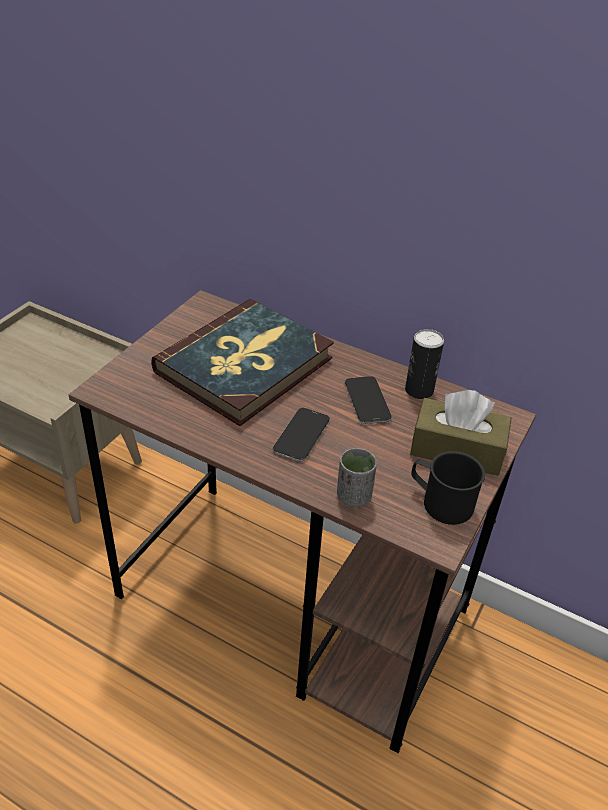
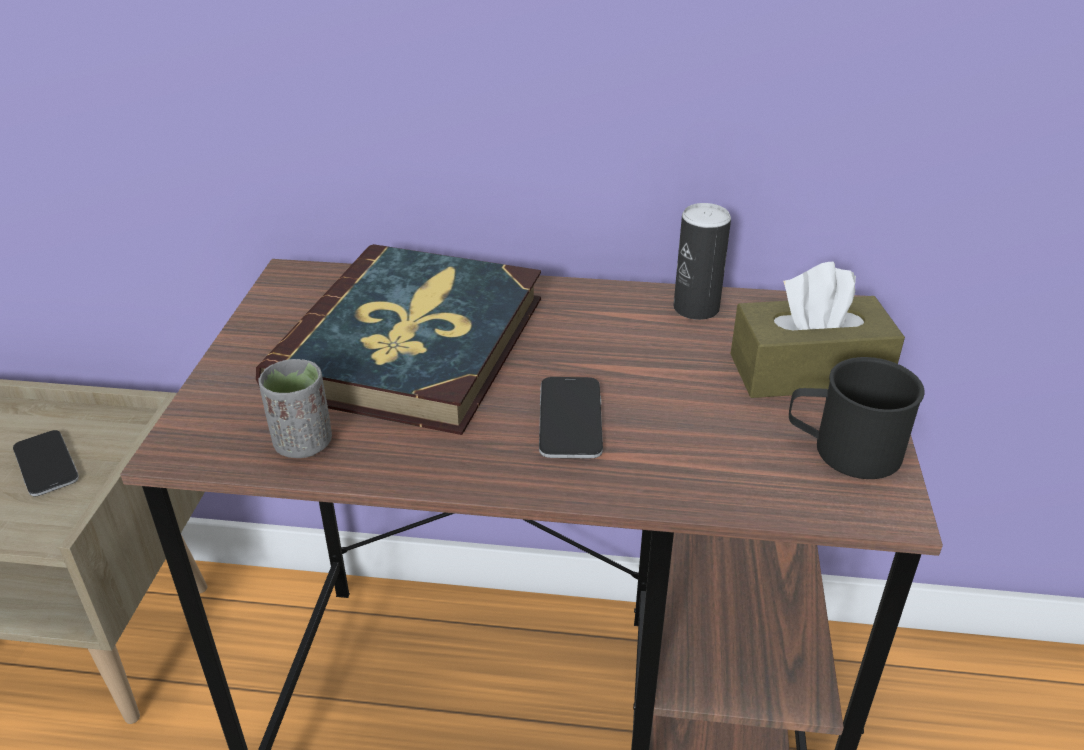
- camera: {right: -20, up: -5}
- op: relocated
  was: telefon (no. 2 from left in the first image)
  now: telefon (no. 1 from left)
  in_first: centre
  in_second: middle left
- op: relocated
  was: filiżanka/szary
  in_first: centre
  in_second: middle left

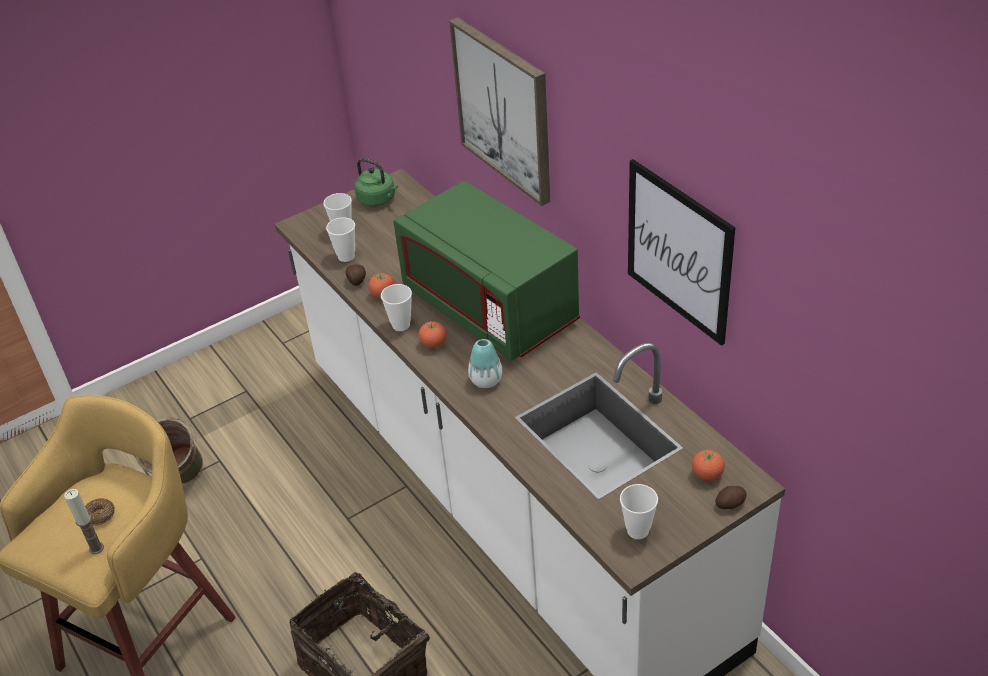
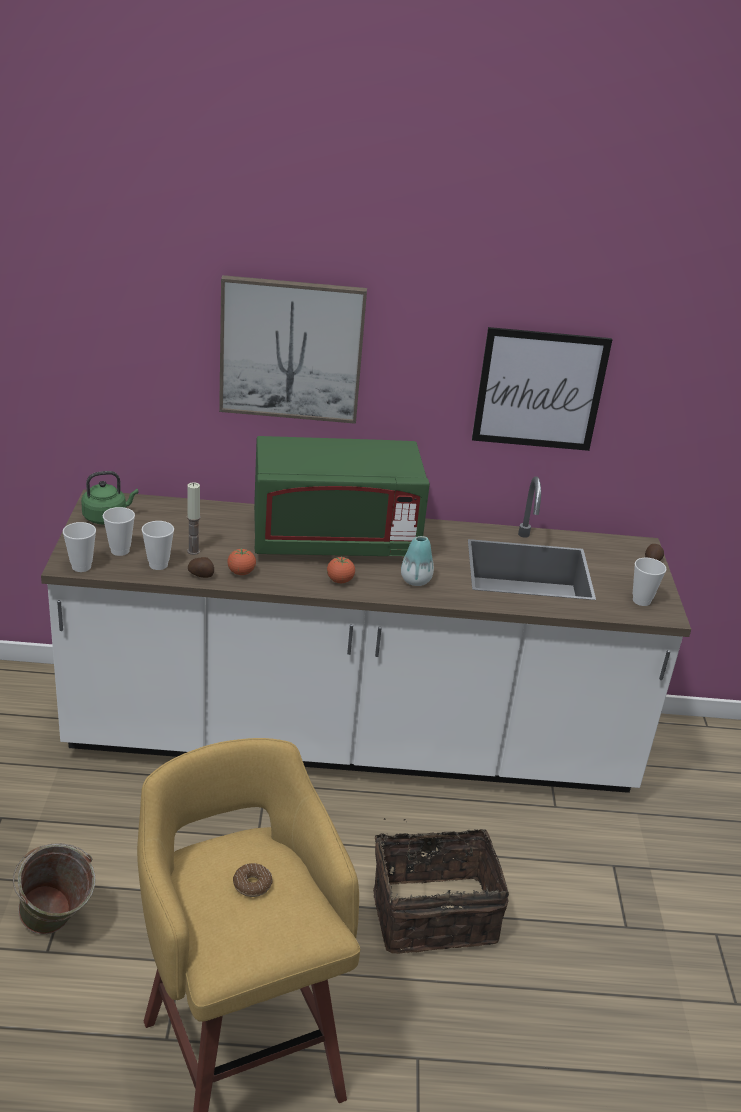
- camera: {right: -60, up: -10}
- op: relocated
  was: filiżanka (no. 3 from left in the first image)
  now: filiżanka (no. 1 from left)
  in_first: centre
  in_second: middle left
- op: relocated
  was: świeca
  in_first: bottom left
  in_second: middle left
- op: missing
  was: pomidor (no. 3 from left)
  in_first: bottom right

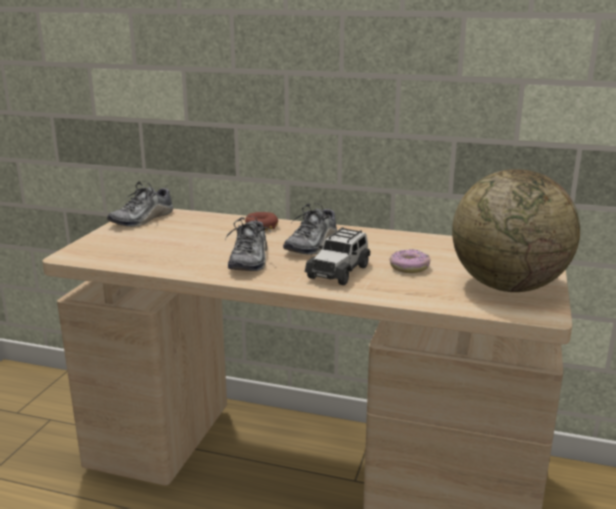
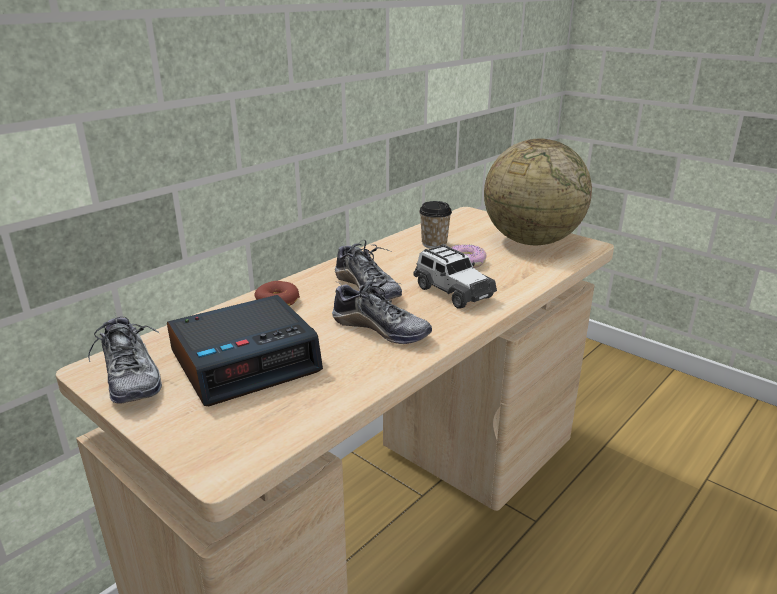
- camera: {right: -65, up: 5}
- op: appeared
  now: budzik
  in_second: middle left
- op: appeared
  now: filiżanka
  in_second: centre

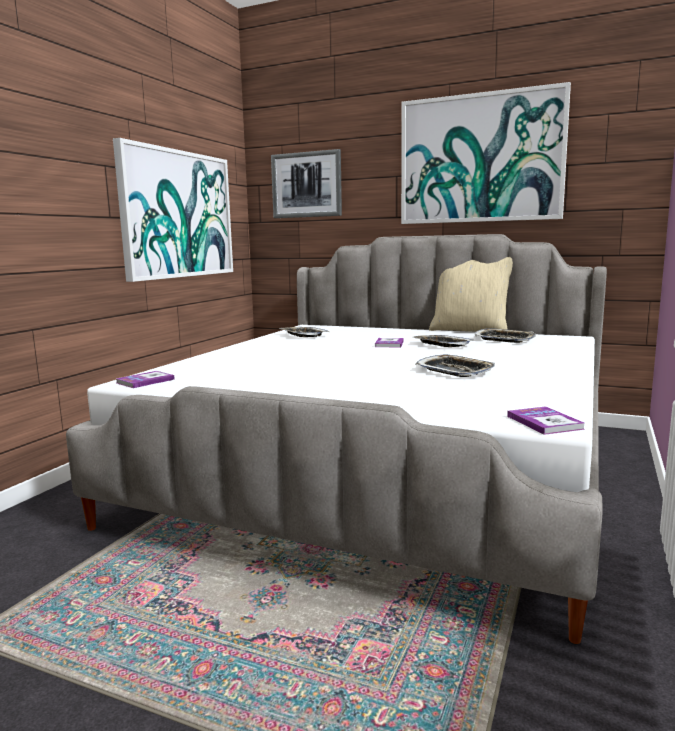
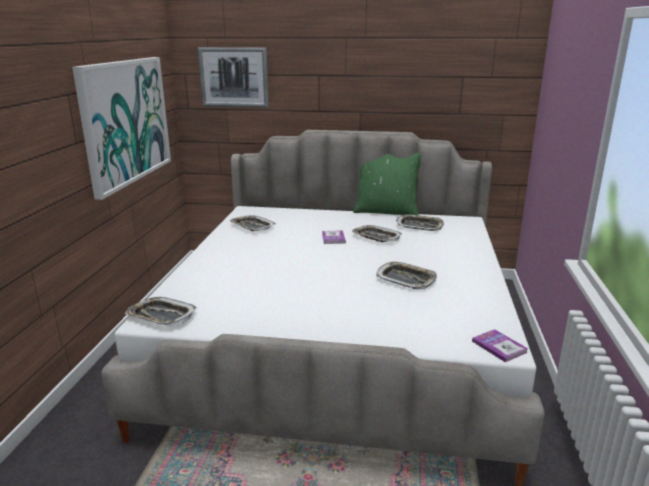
- camera: {right: -15, up: 10}
- op: exchanged
  was: książka (no. 1 from left)
  now: taca (no. 1 from left)
  in_first: middle left
  in_second: middle left
- op: colour
  was: poduszka/beżowy
  now: poduszka/zielony
  in_first: middle right
  in_second: centre
- op: missing
  was: obraz (no. 3 from left)
  in_first: top right

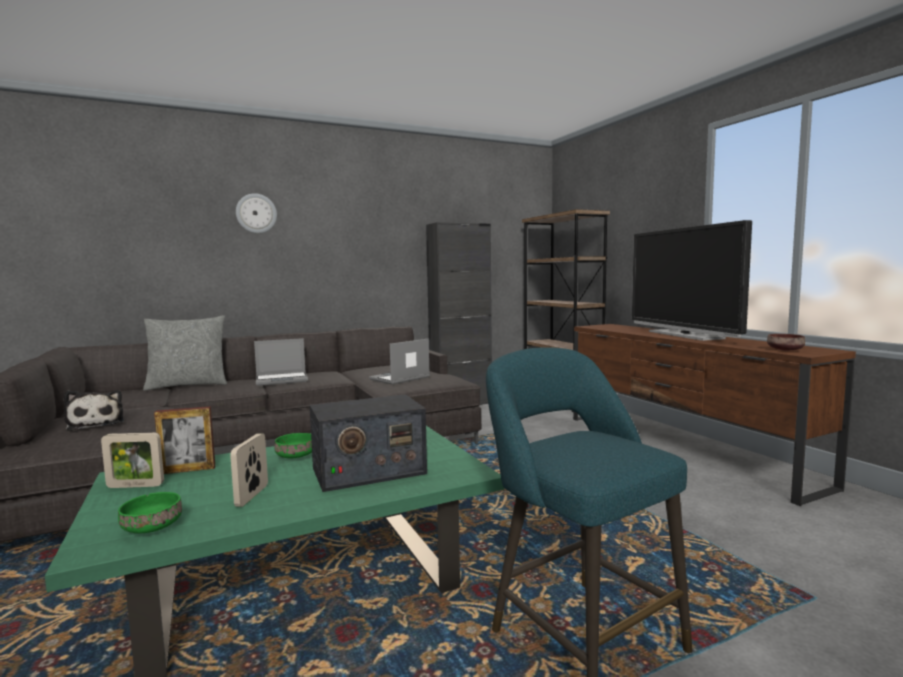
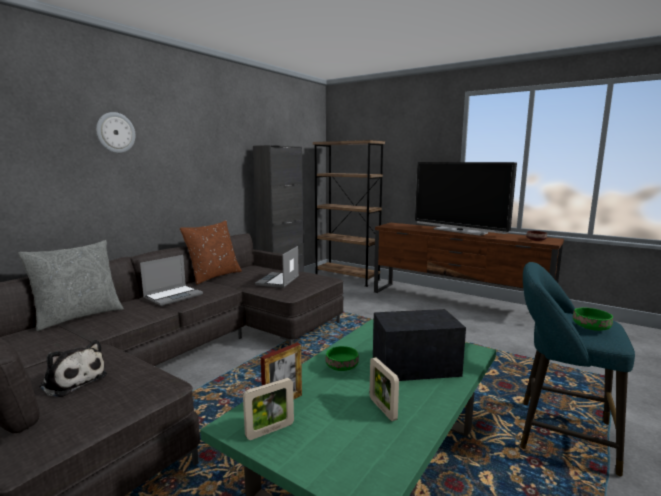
- camera: {right: -30, up: 5}
- op: appeared
  now: poduszka/brązowy
  in_second: middle left
- op: spun
  was: radio
  in_first: centre
  in_second: bottom centre
  clockwise: -135
- op: relocated
  was: miska/zielony (no. 1 from left in the first image)
  now: miska/zielony (no. 2 from left)
  in_first: bottom left
  in_second: middle right

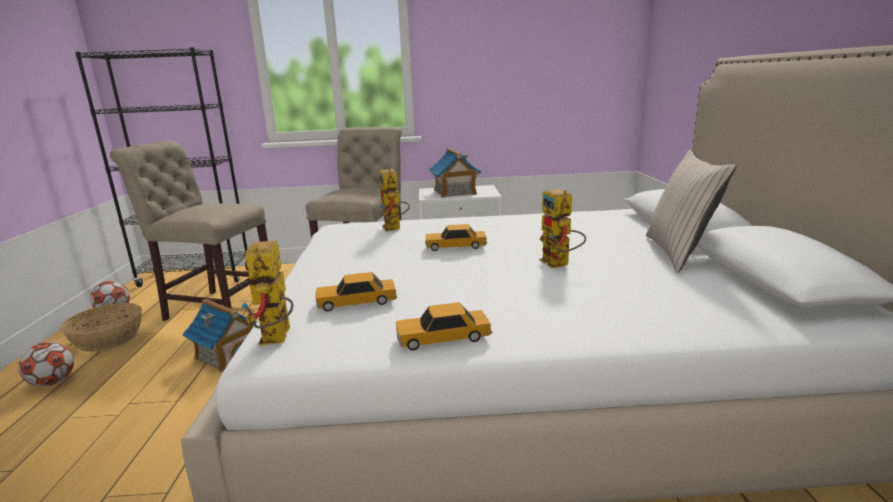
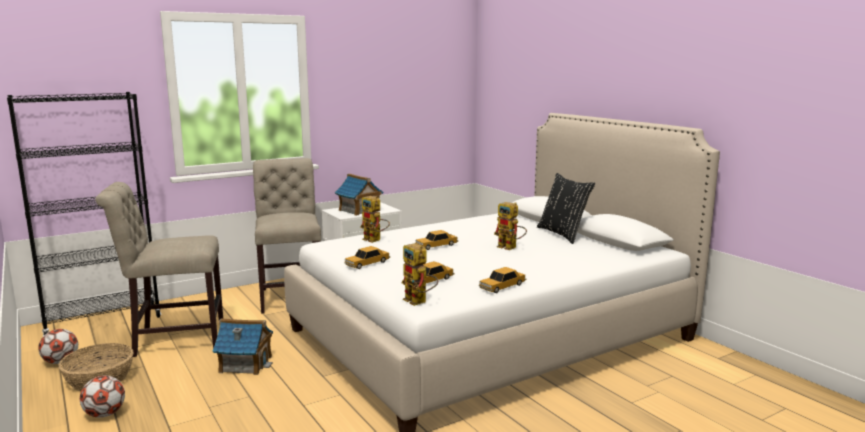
- camera: {right: -30, up: -5}
- op: appeared
  now: samochodzik (no. 1 from left)
  in_second: centre
- op: colour
  was: poduszka/beżowy
  now: poduszka/czarny
  in_first: middle right
  in_second: centre

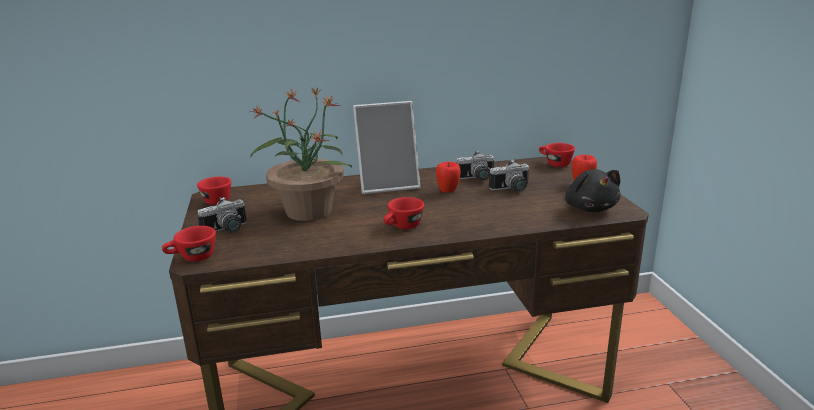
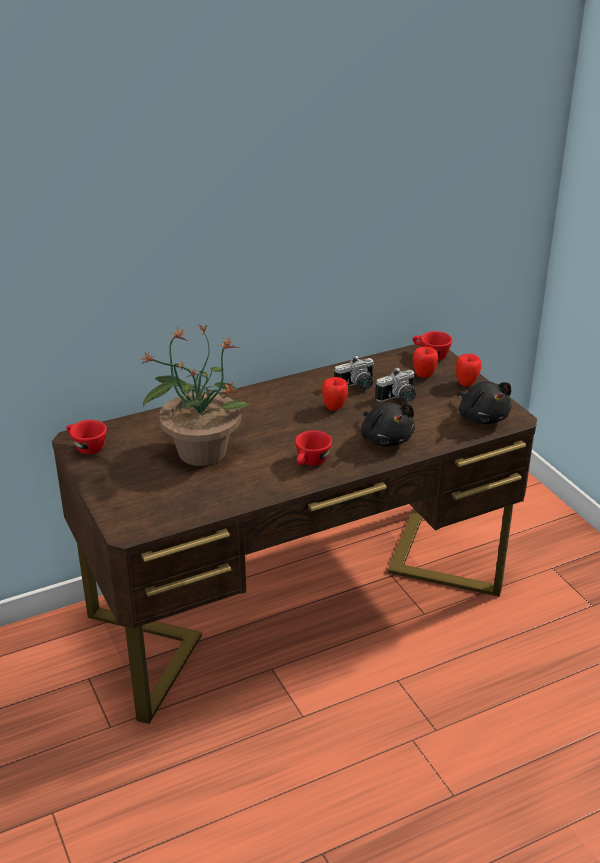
- camera: {right: -15, up: 10}
- op: appeared
  now: pluszak/czarny (no. 1 from left)
  in_second: centre
- op: appeared
  now: jabłko (no. 2 from left)
  in_second: middle right
- op: missing
  was: filiżanka/czerwony (no. 1 from left)
  in_first: middle left
- op: missing
  was: aparat fotograficzny (no. 1 from left)
  in_first: middle left
- op: missing
  was: ramka na zdjęcie
  in_first: centre

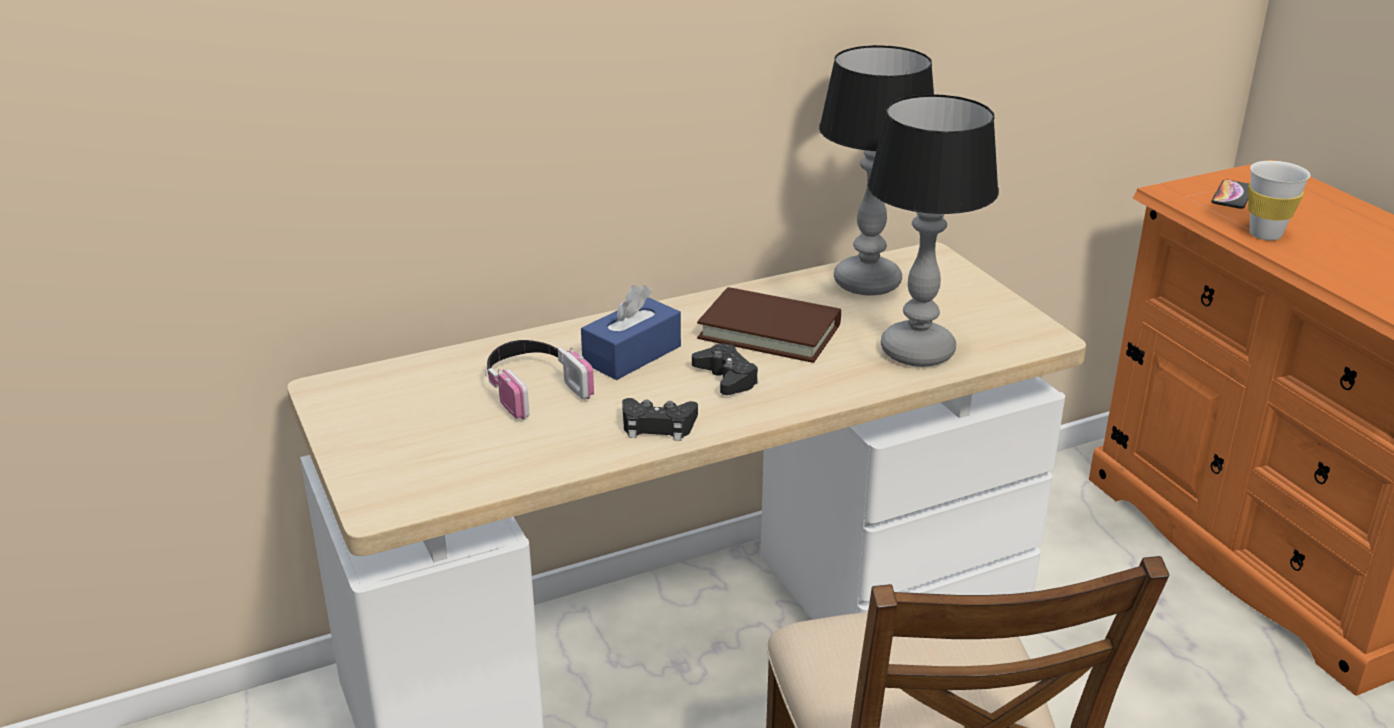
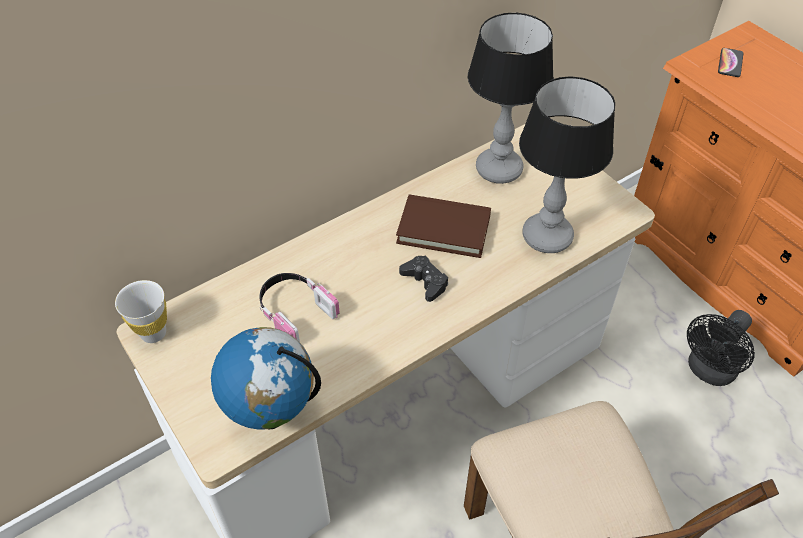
- camera: {right: -10, up: 20}
- op: relocated
  was: filiżanka/biały
  in_first: top right
  in_second: middle left
- op: appeared
  now: globus
  in_second: bottom left
- op: appeared
  now: wentylator/czarny
  in_second: middle right
- op: missing
  was: pudełko chusteczek/niebieski
  in_first: centre
- op: missing
  was: pad do gier/czarny (no. 1 from left)
  in_first: centre

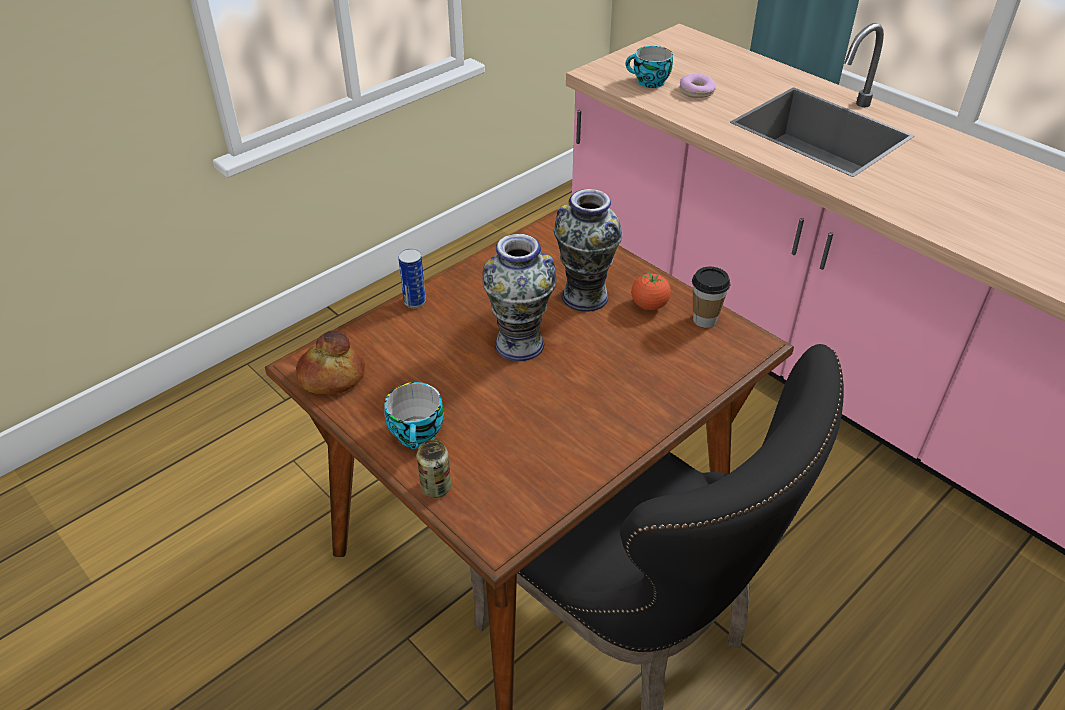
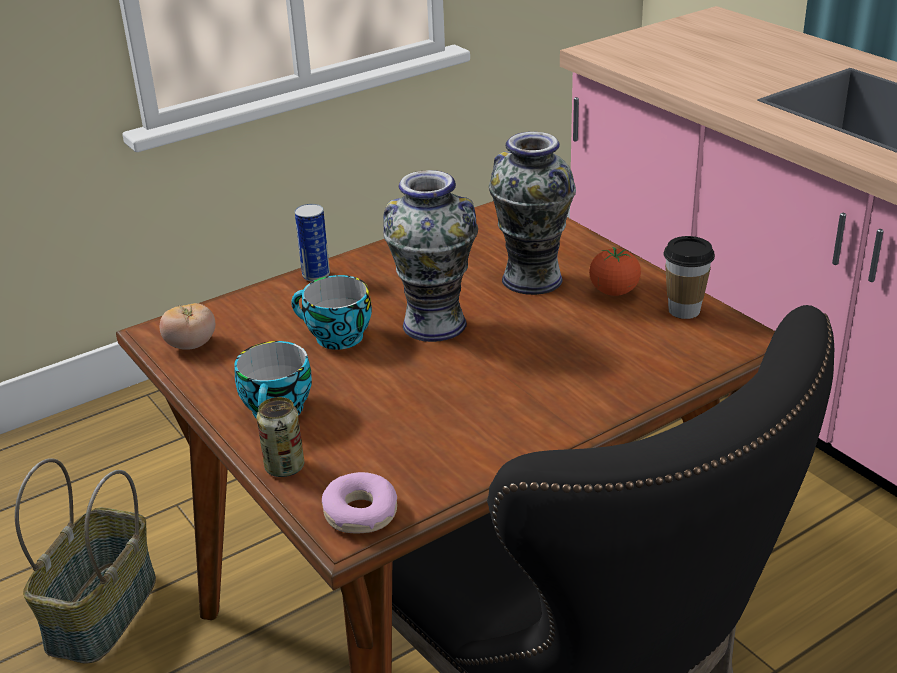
- camera: {right: 10, up: -10}
- op: appeared
  now: koszyk
  in_second: bottom left
- op: exchanged
  was: chleb
  now: pomidor (no. 1 from left)
  in_first: middle left
  in_second: middle left
- op: relocated
  was: filiżanka (no. 2 from left)
  in_first: top centre
  in_second: centre
- op: relocated
  was: donut
  in_first: top centre
  in_second: bottom centre

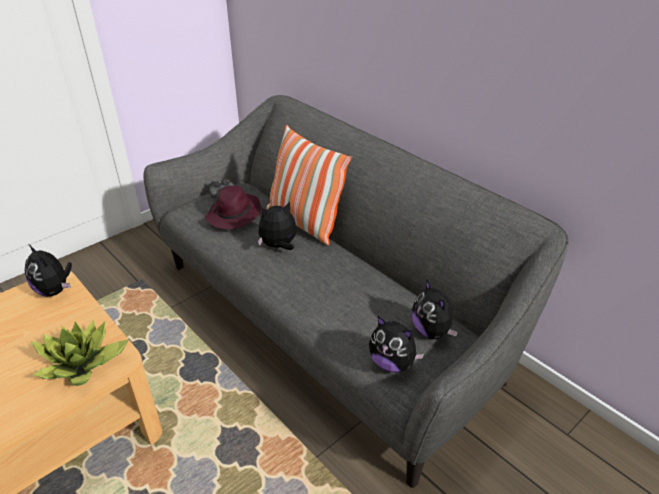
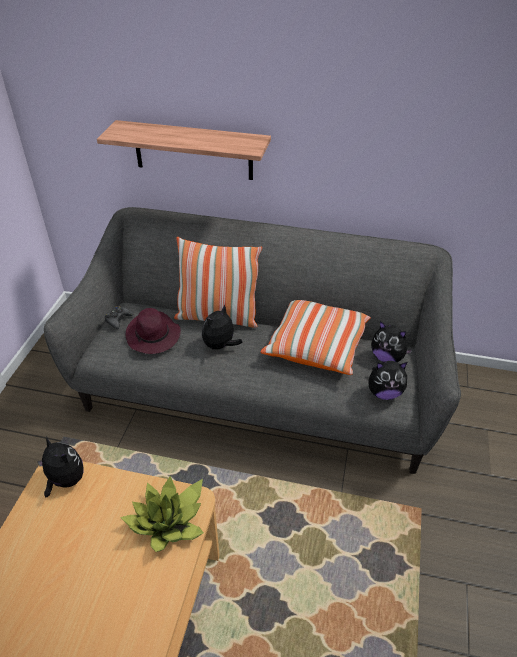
- camera: {right: -35, up: 5}
- op: spun
  was: pluszak (no. 1 from left)
  in_first: middle left
  in_second: bottom left
  clockwise: -150
- op: appeared
  now: półka
  in_second: top centre
- op: appeared
  now: poduszka (no. 2 from left)
  in_second: centre

